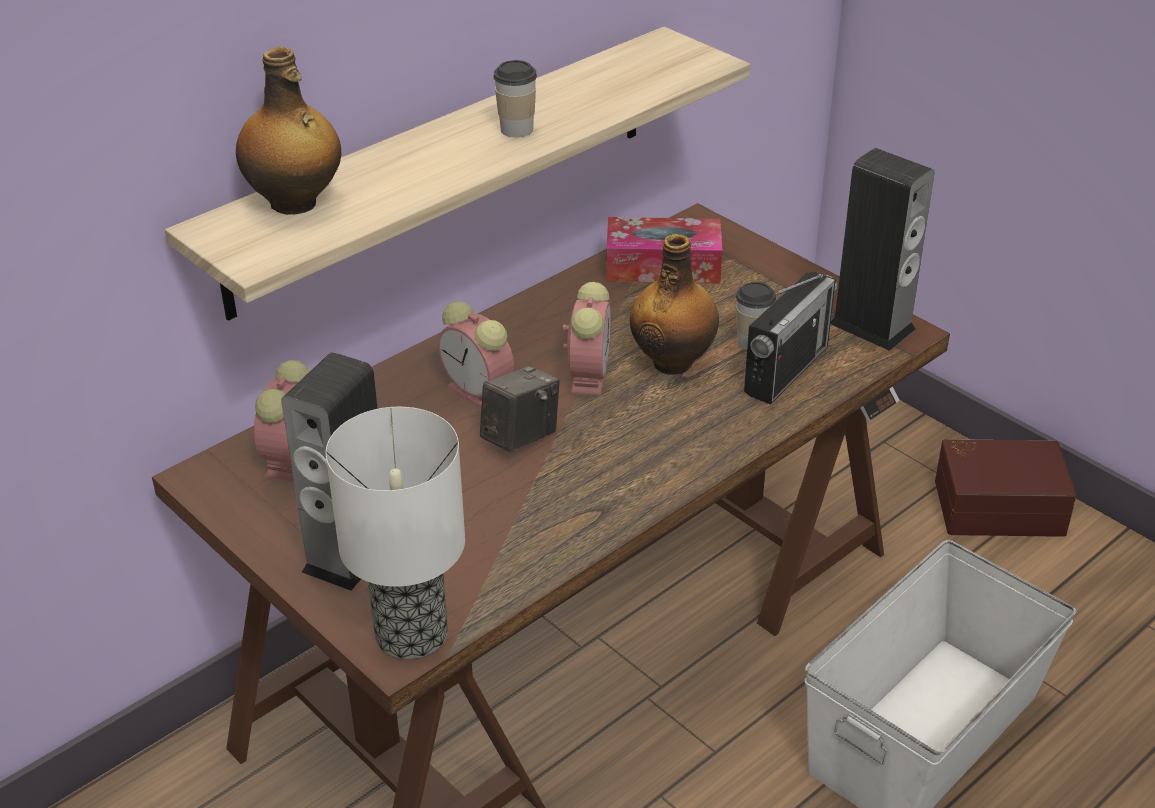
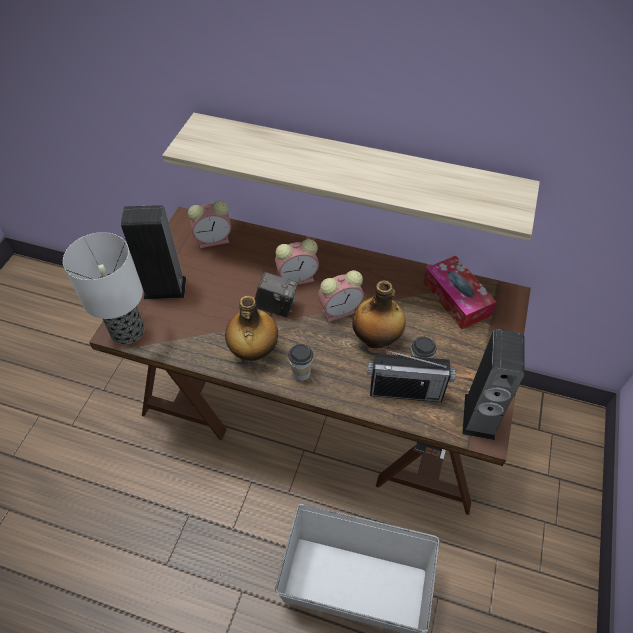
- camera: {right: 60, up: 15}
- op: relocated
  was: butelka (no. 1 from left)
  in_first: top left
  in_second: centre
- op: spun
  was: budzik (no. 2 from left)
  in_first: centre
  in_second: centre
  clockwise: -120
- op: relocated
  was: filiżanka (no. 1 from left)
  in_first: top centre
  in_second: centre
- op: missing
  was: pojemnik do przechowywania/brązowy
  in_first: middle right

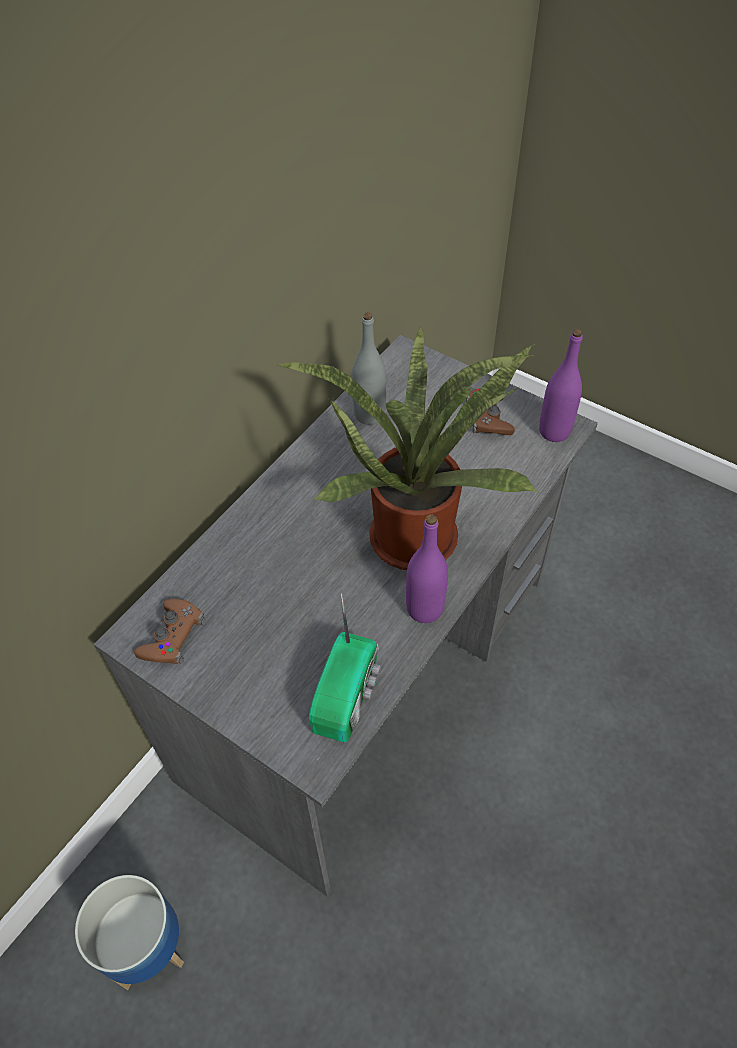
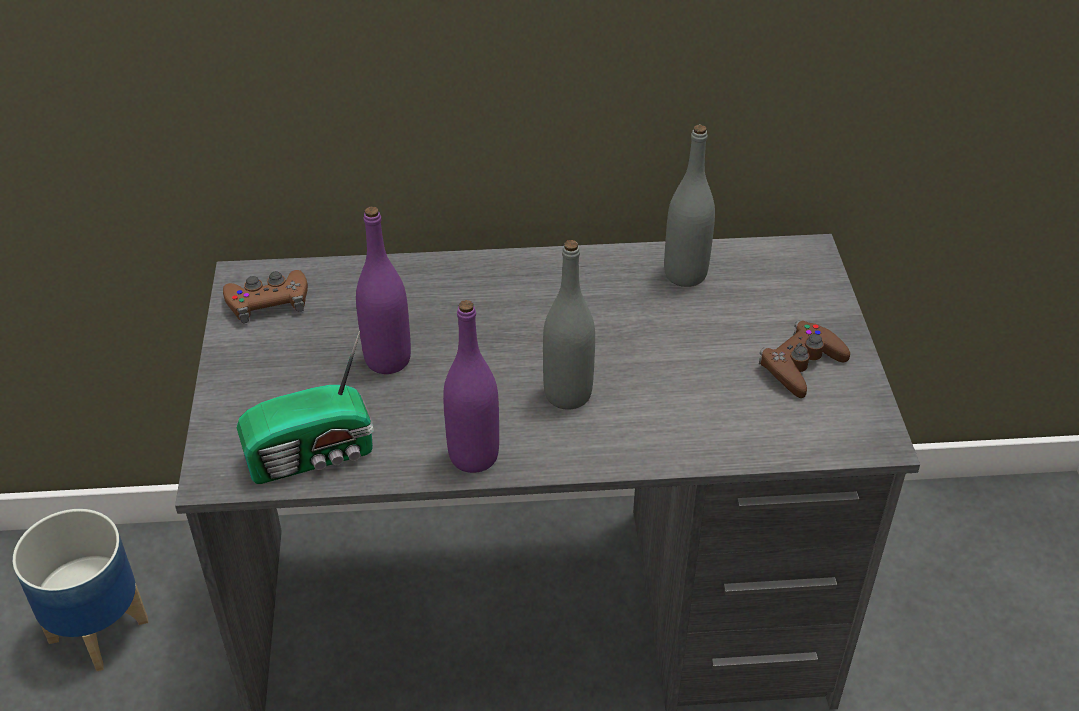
- camera: {right: 50, up: -10}
- op: relocated
  was: butelka/fioletowy (no. 2 from left in the first image)
  now: butelka/fioletowy (no. 1 from left)
  in_first: middle right
  in_second: centre
- op: exchanged
  was: roślina doniczkowa
  now: butelka/szary (no. 1 from left)
  in_first: centre
  in_second: centre

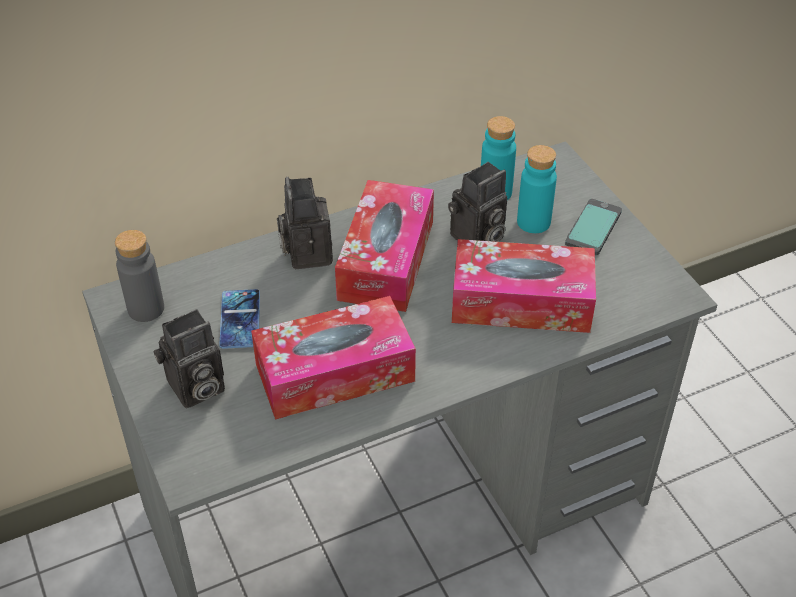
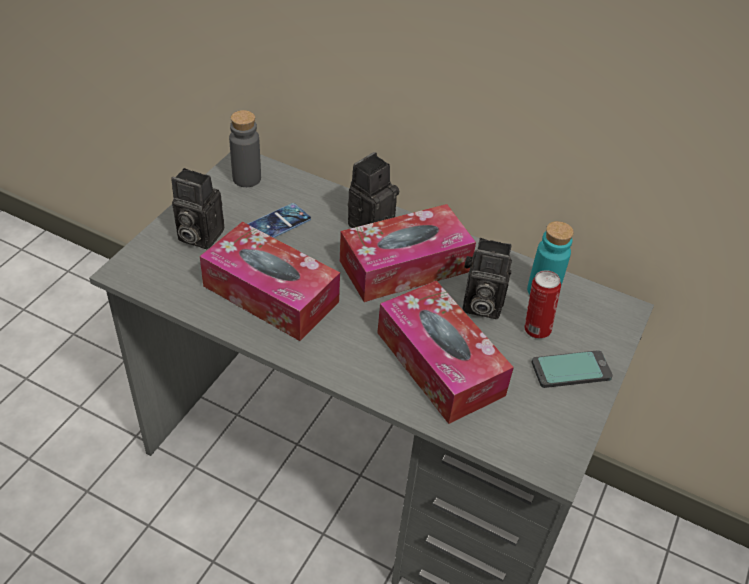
- camera: {right: 50, up: 0}
- op: exchanged
  was: butelka/turkusowy (no. 2 from left)
  now: puszka
  in_first: top right
  in_second: middle right

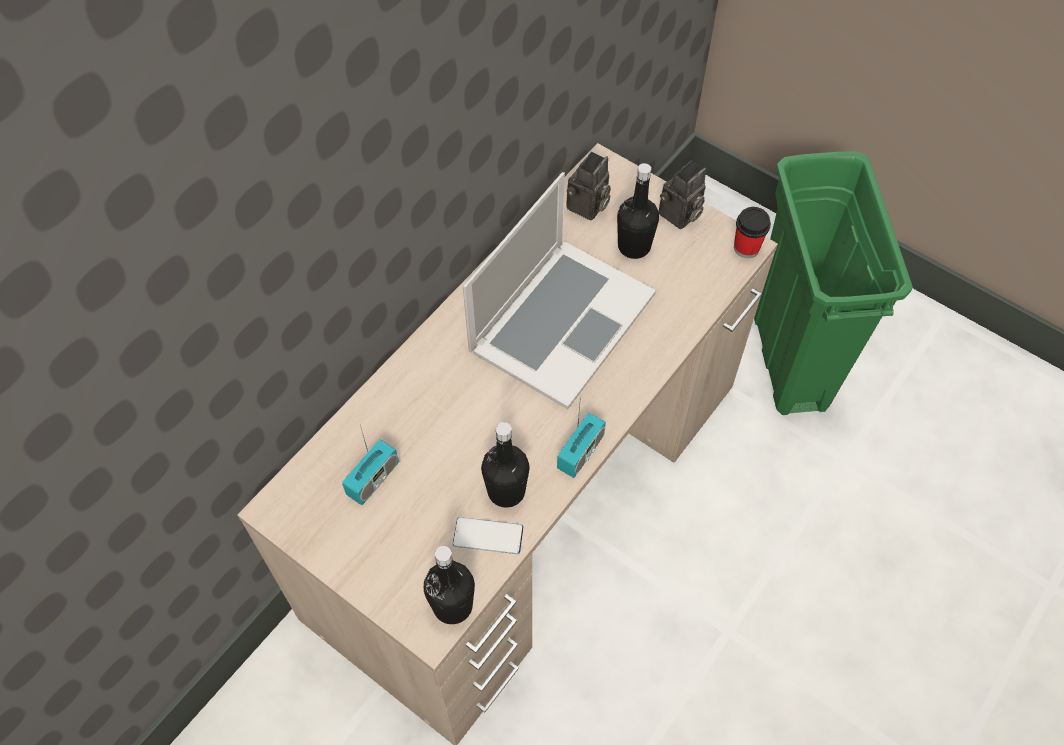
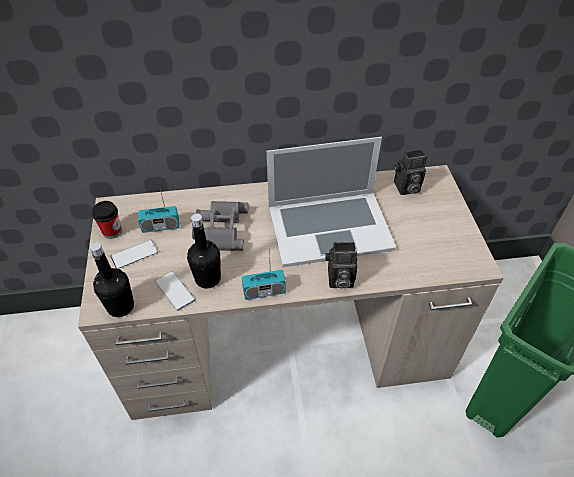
- camera: {right: 45, up: -10}
- op: relocated
  was: filiżanka
  in_first: top right
  in_second: middle left
- op: appeared
  now: telefon (no. 1 from left)
  in_second: middle left
- op: appeared
  now: lornetka/szary
  in_second: centre
- op: relocated
  was: aparat fotograficzny (no. 2 from left in the first image)
  now: aparat fotograficzny (no. 1 from left)
  in_first: top centre
  in_second: centre
- op: missing
  was: butelka/czarny (no. 3 from left)
  in_first: top centre

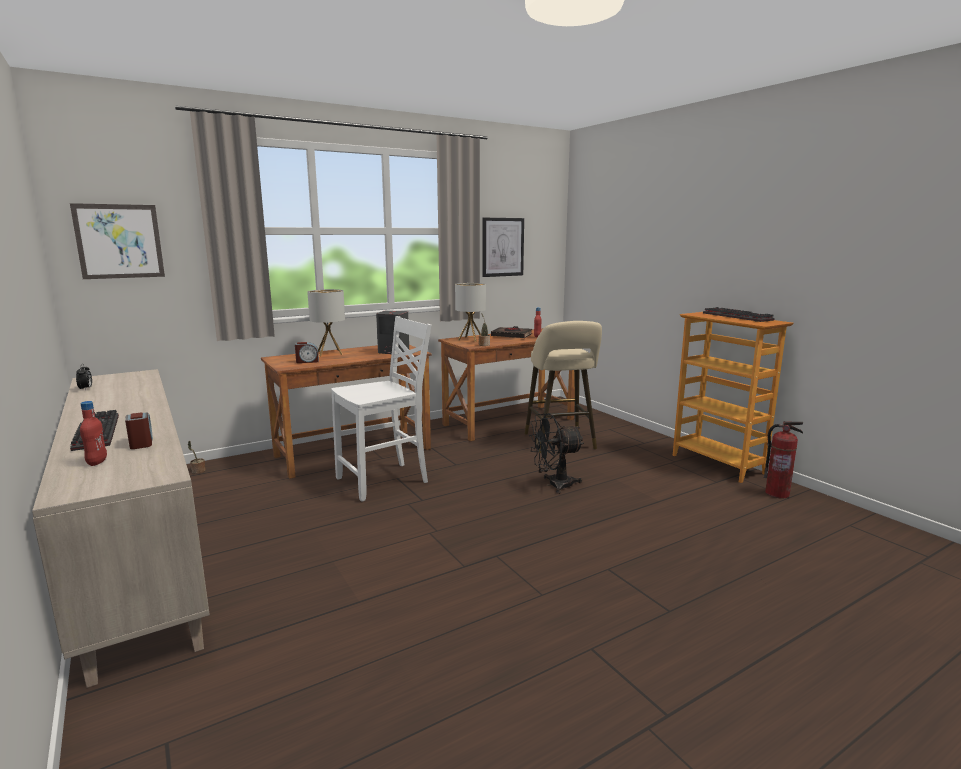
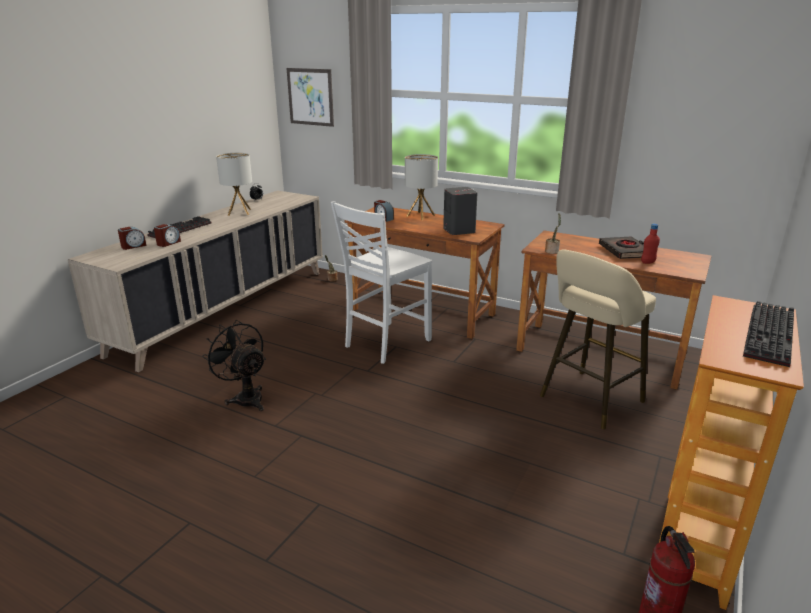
- camera: {right: 60, up: 10}
- op: exchanged
  was: butelka/czerwony (no. 1 from left)
  now: budzik (no. 1 from left)
  in_first: middle left
  in_second: middle left
- op: relocated
  was: wentylator/czarny
  in_first: centre
  in_second: middle left
- op: relocated
  was: lampa stołowa (no. 2 from left in the first image)
  now: lampa stołowa (no. 1 from left)
  in_first: centre
  in_second: top left
- op: spun
  was: krzesło/biały
  in_first: centre
  in_second: centre
  clockwise: 105
- op: missing
  was: obraz (no. 2 from left)
  in_first: top centre

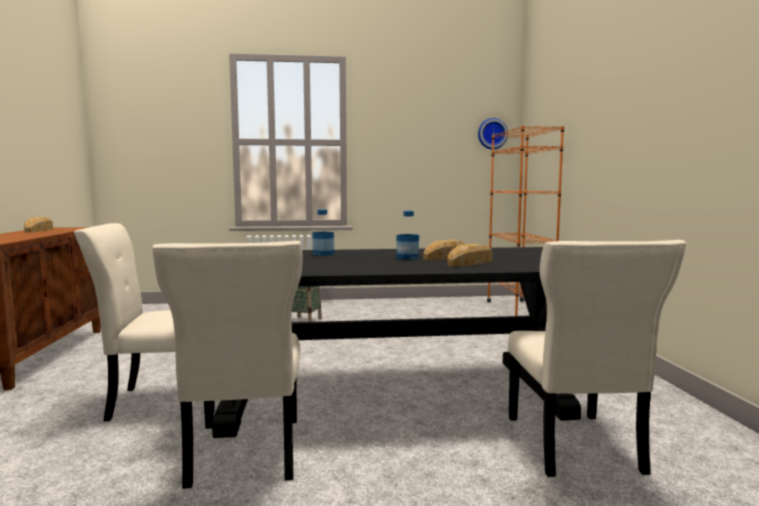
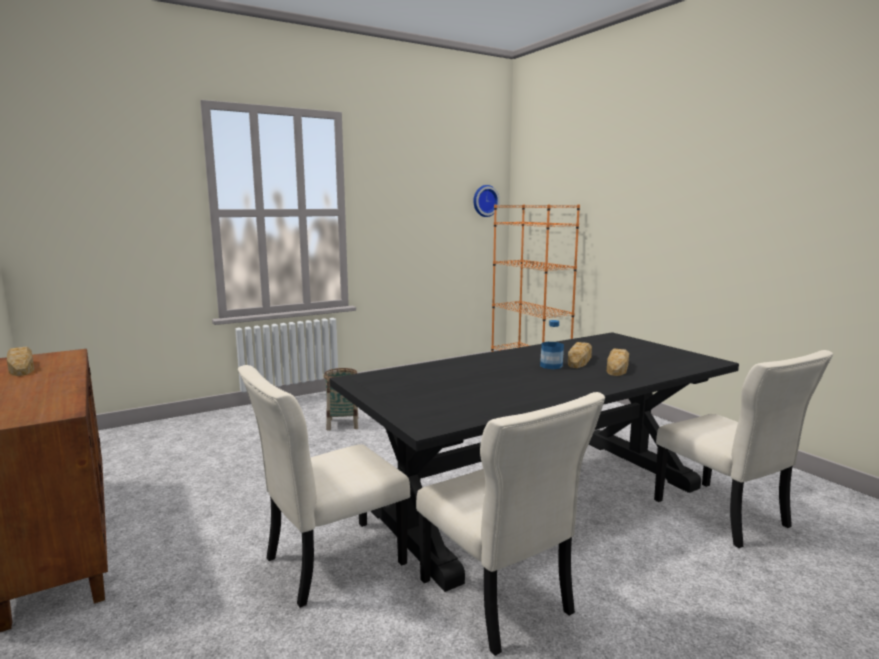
- camera: {right: -25, up: 5}
- op: missing
  was: butelka (no. 1 from left)
  in_first: centre

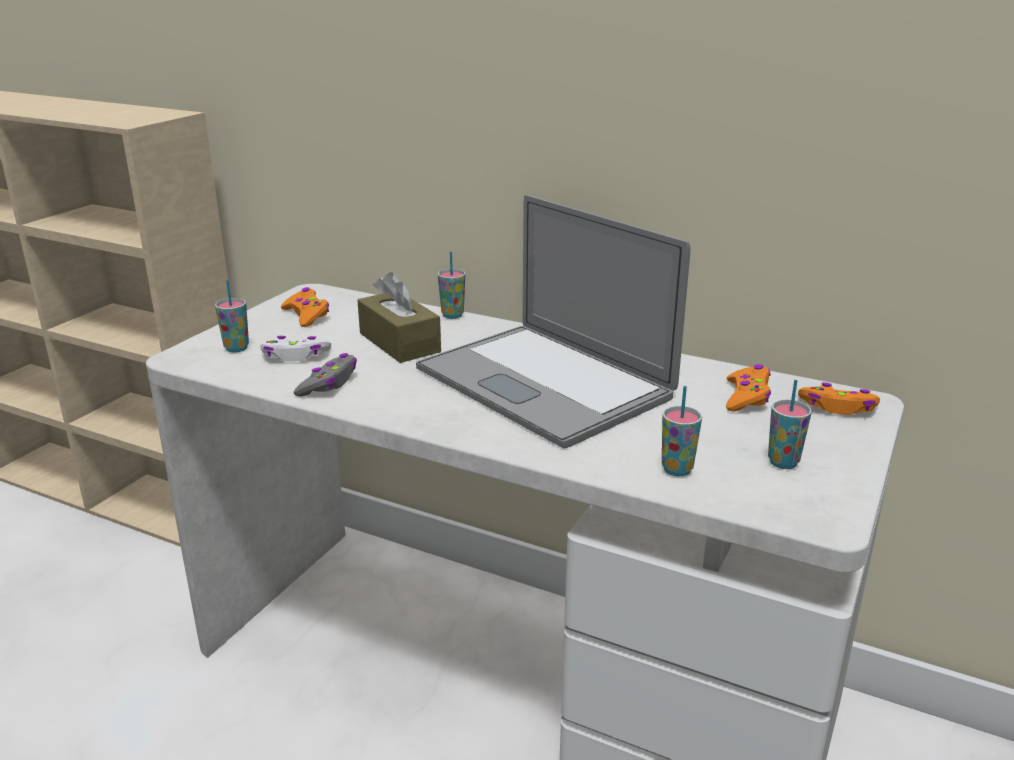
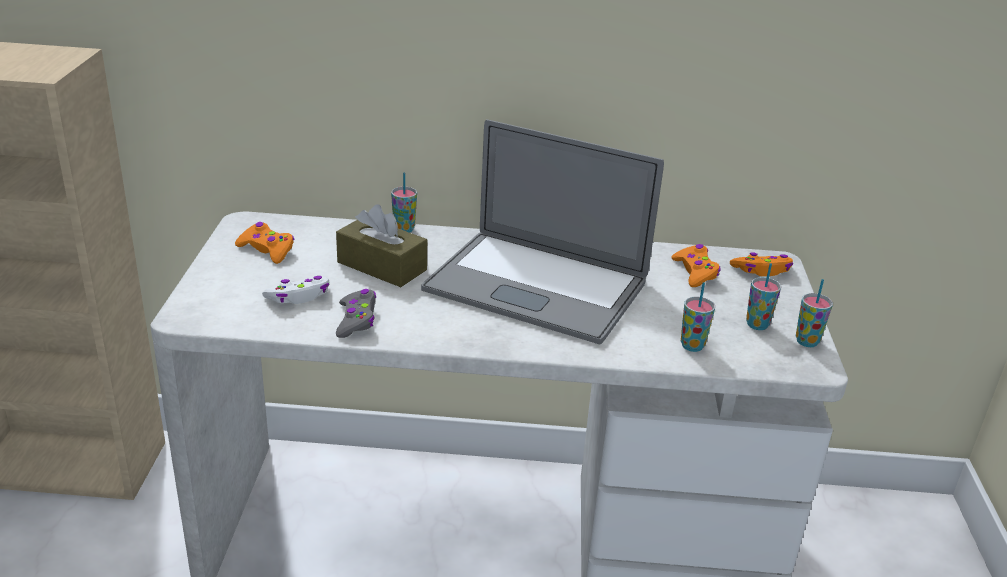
- camera: {right: -25, up: 5}
- op: relocated
  was: filiżanka (no. 1 from left in the first image)
  now: filiżanka (no. 4 from left)
  in_first: middle left
  in_second: middle right

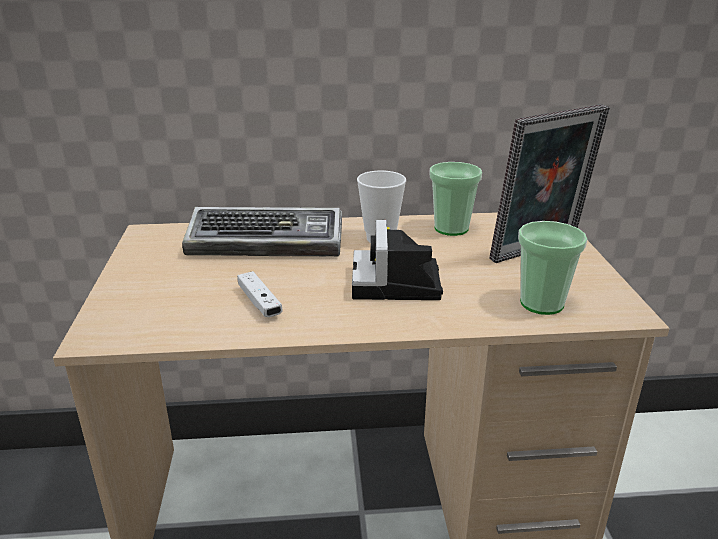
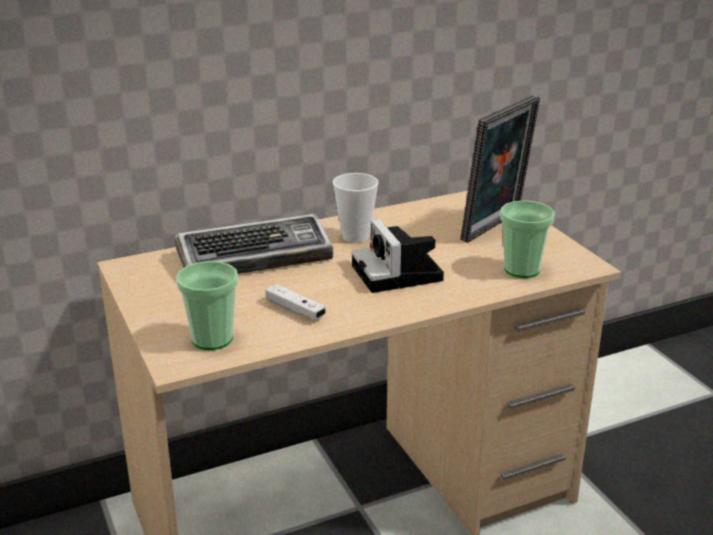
- camera: {right: -20, up: 0}
- op: relocated
  was: filiżanka (no. 2 from left in the first image)
  now: filiżanka (no. 1 from left)
  in_first: centre
  in_second: middle left

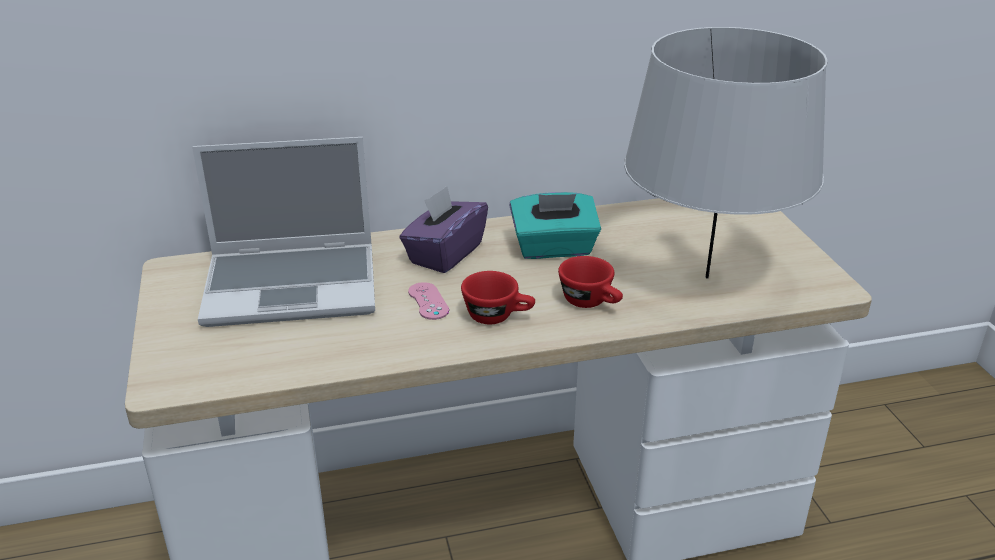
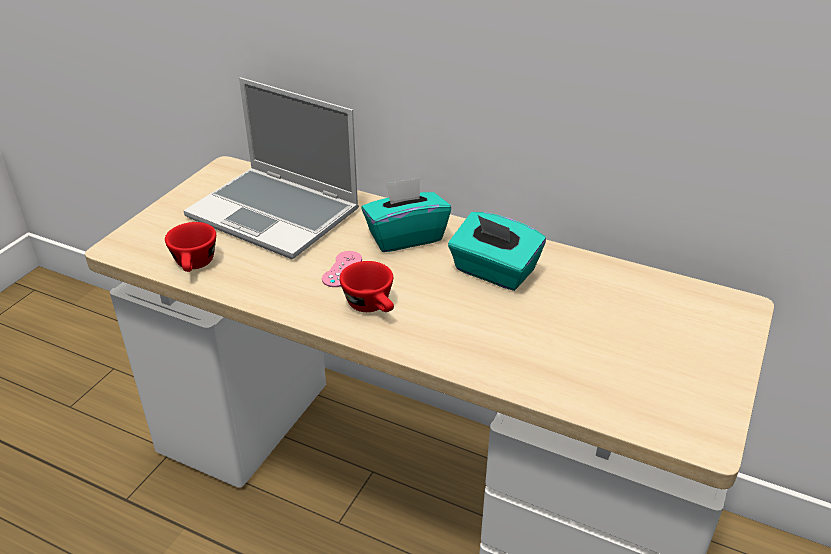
- camera: {right: 40, up: 5}
- op: relocated
  was: filiżanka/czerwony (no. 2 from left in the first image)
  now: filiżanka/czerwony (no. 1 from left)
  in_first: centre
  in_second: middle left
- op: colour
  was: pudełko chusteczek/fioletowy
  now: pudełko chusteczek/turkusowy (no. 1 from left)
  in_first: centre
  in_second: centre
- op: missing
  was: lampa stołowa/szary
  in_first: top right

